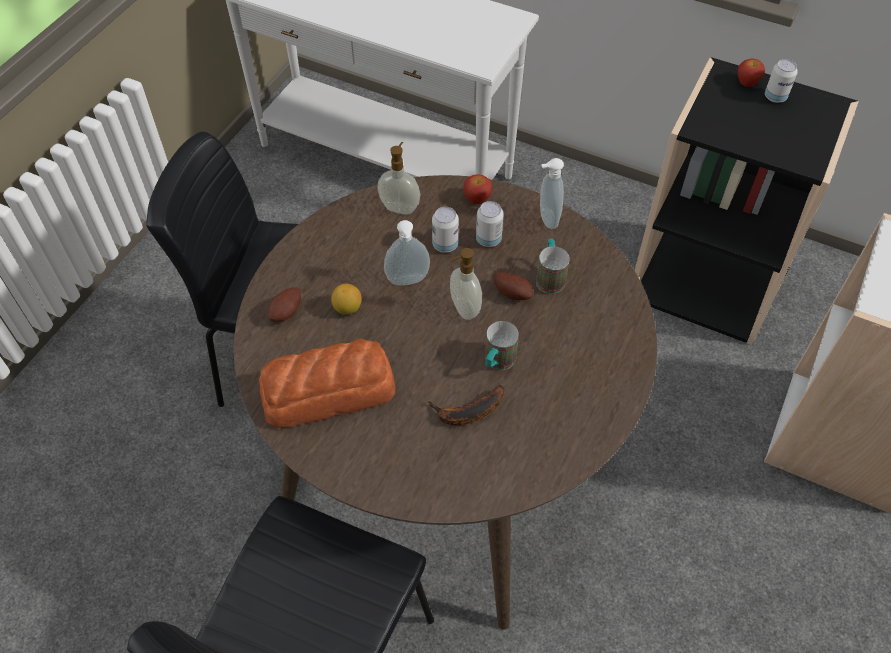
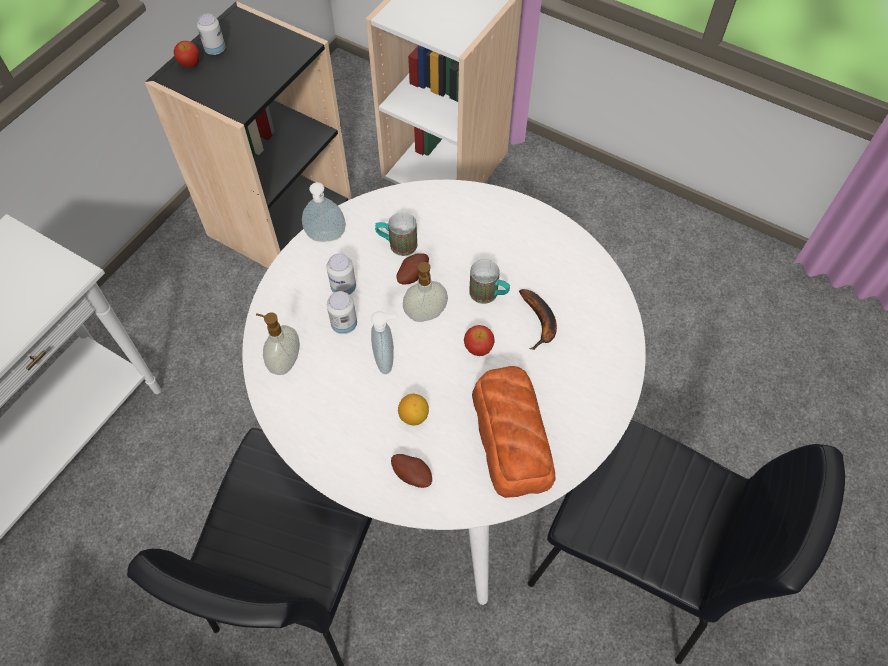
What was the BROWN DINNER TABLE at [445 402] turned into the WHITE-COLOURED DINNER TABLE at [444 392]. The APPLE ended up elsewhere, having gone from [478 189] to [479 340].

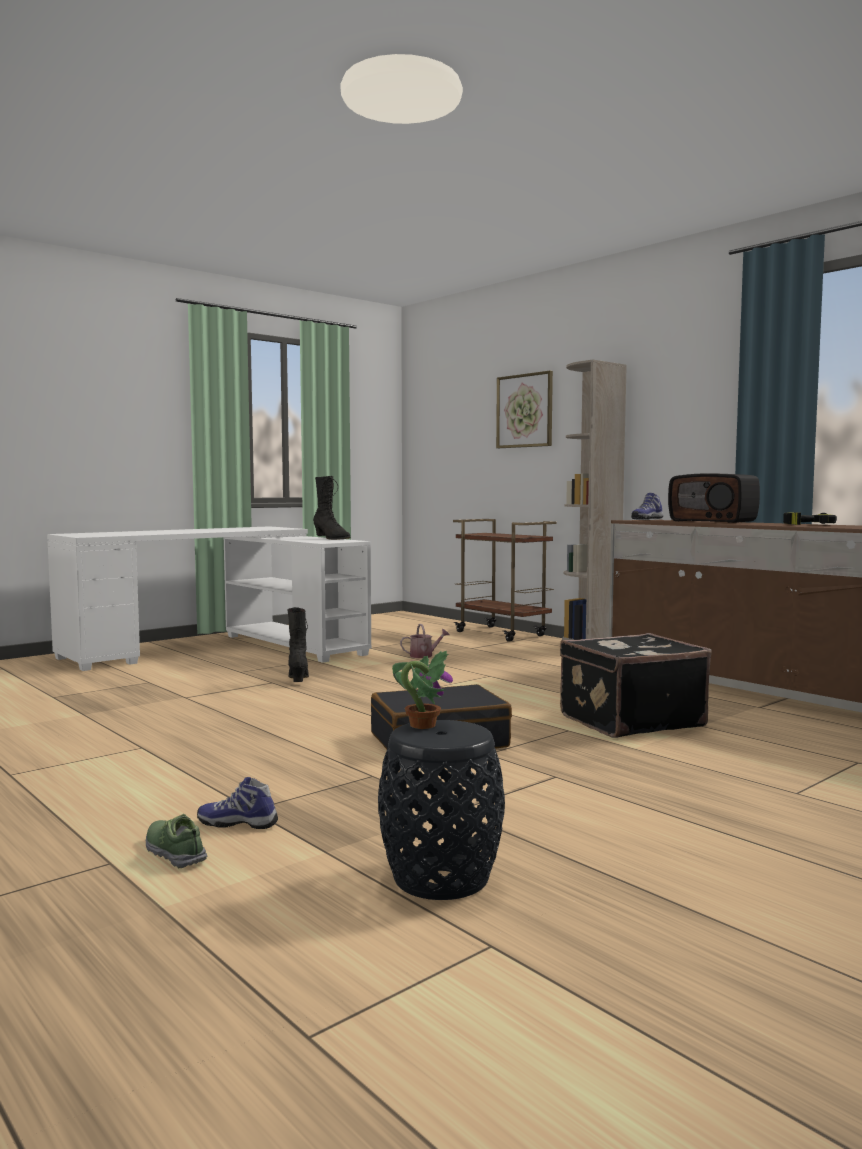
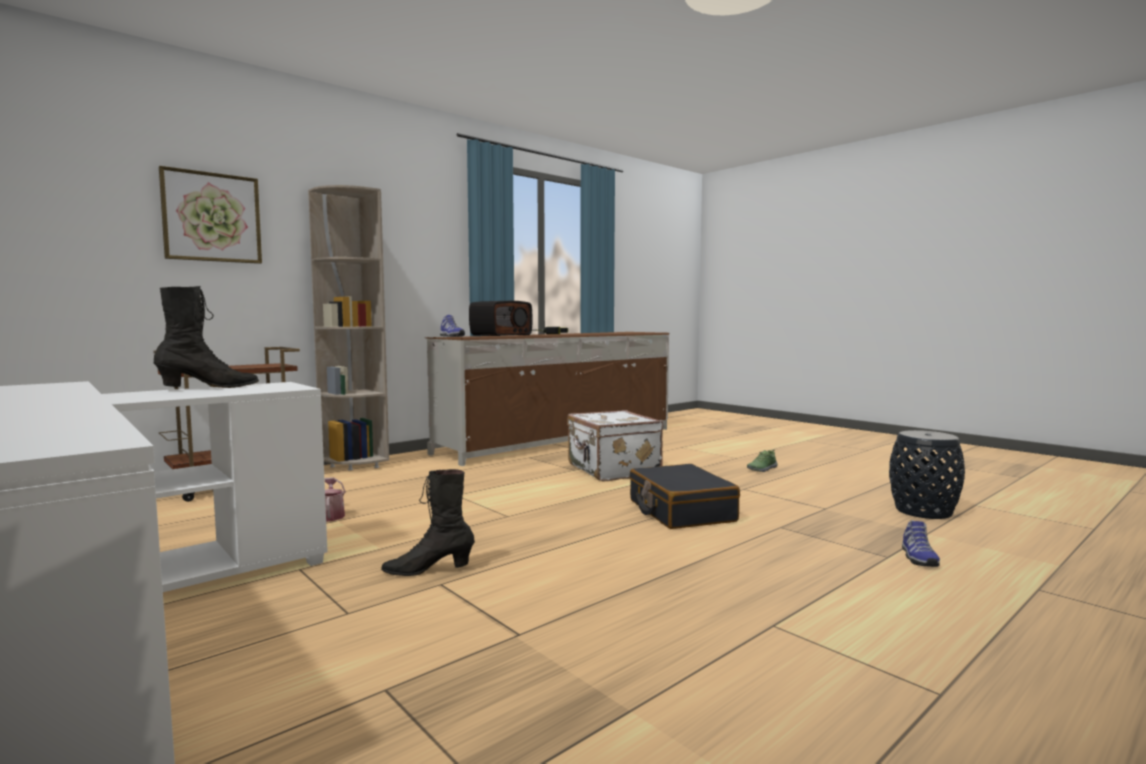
What was the BLACK-COLOURED TRAVEL CASE at [636 685] turned into the WHITE-COLOURED TRAVEL CASE at [615 445]. The ITEM OF FOOTWEAR ended up elsewhere, having gone from [177 841] to [762 461]. The second view lost the HOUSEPLANT at [422 690].

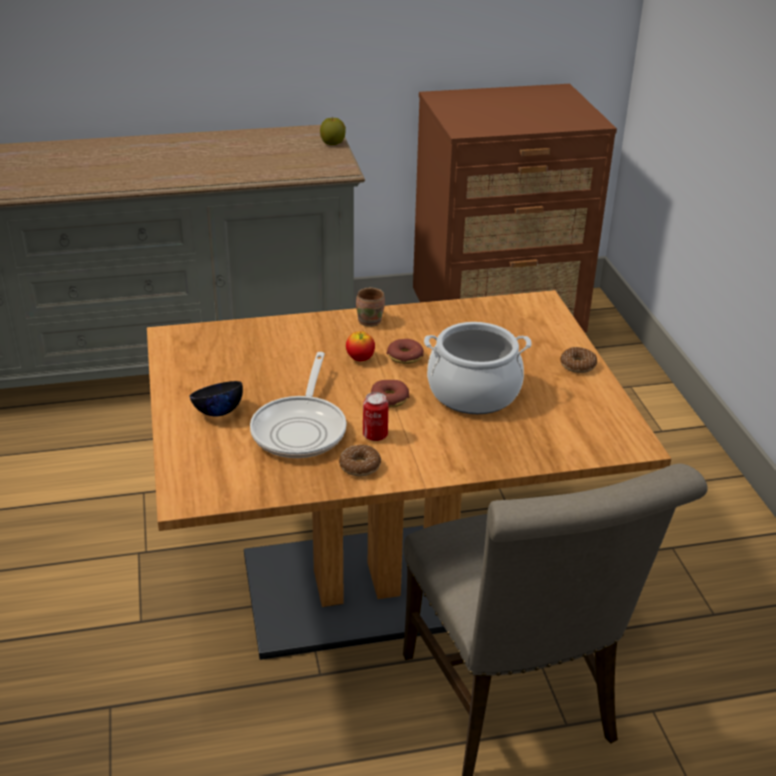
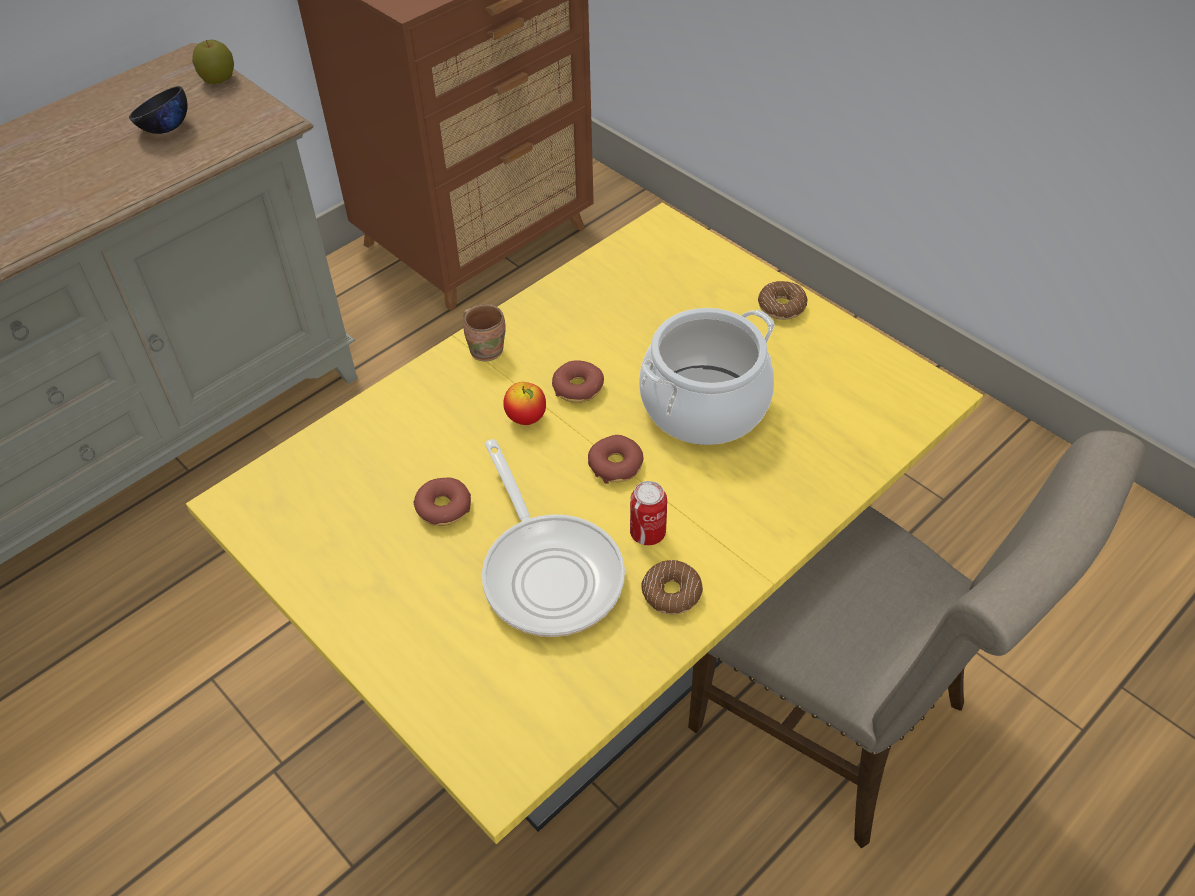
The BLACK-COLOURED SERVING BOWL ended up elsewhere, having gone from [216 398] to [158 110]. What was the BROWN DINNER TABLE at [409 475] turned into the YELLOW-COLOURED DINNER TABLE at [584 523]. The second view gained the DOUGHNUT at [442 502].

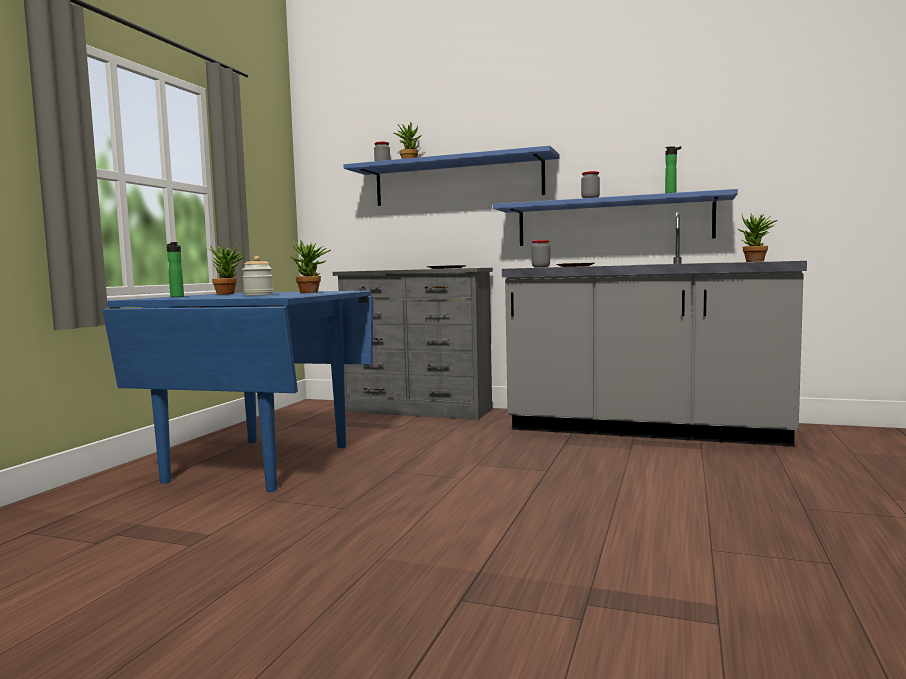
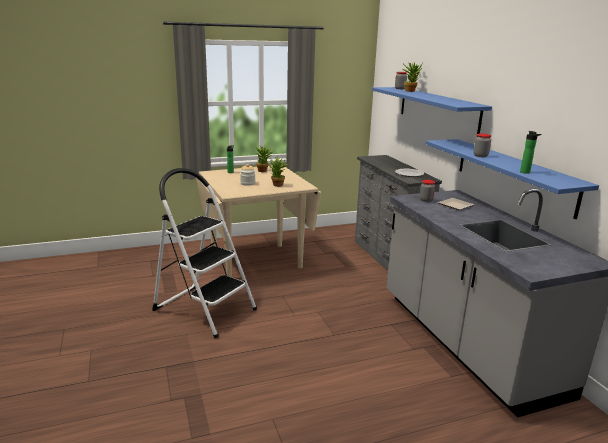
The second view gained the STEPLADDER at [204 253]. What was the BLUE-COLOURED DINNER TABLE at [237 391] turned into the BEIGE-COLOURED DINNER TABLE at [258 221]. The second view lost the HOUSEPLANT at [757 238].

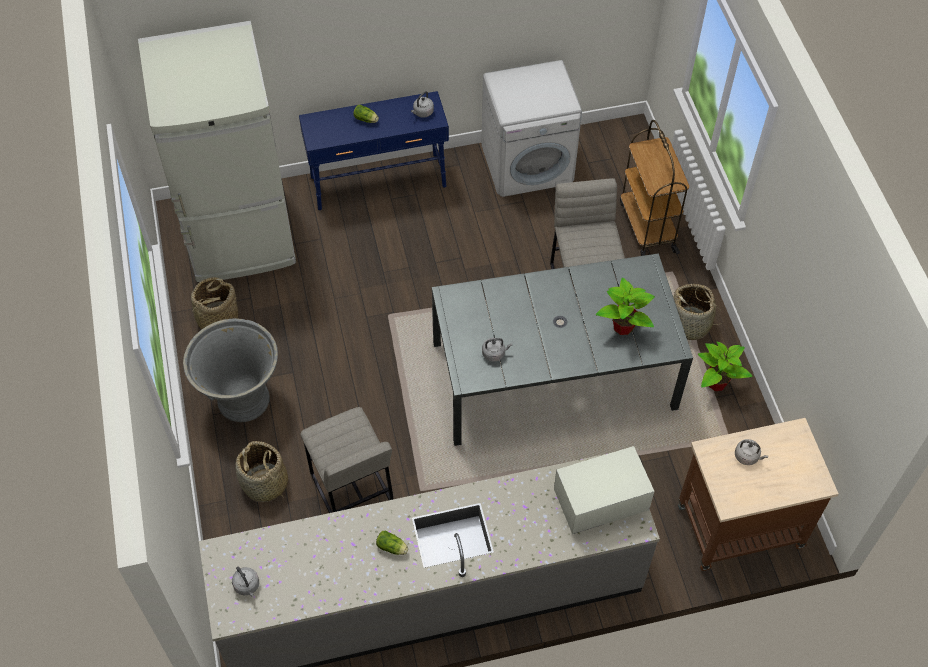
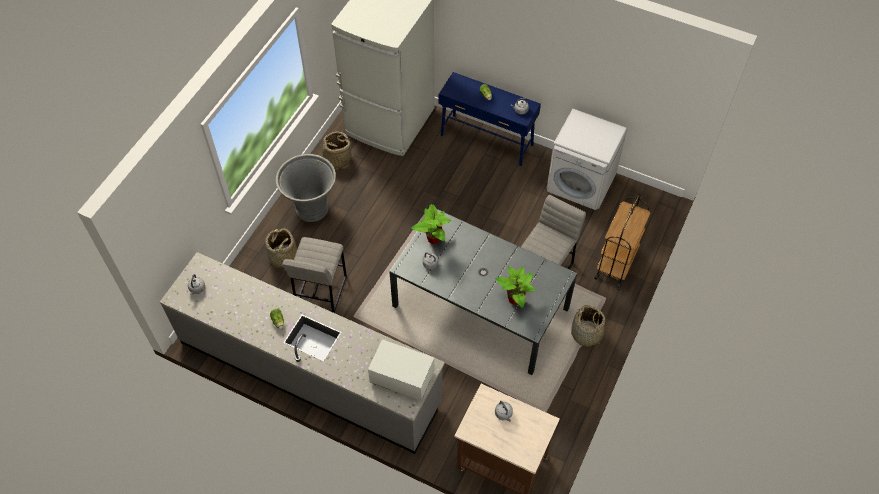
The HOUSEPLANT ended up elsewhere, having gone from [725 366] to [431 224].

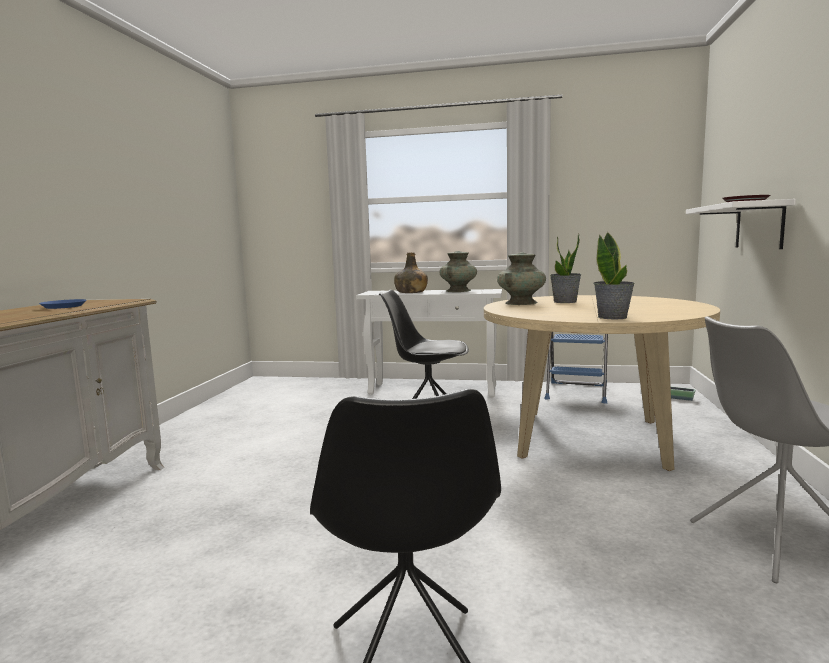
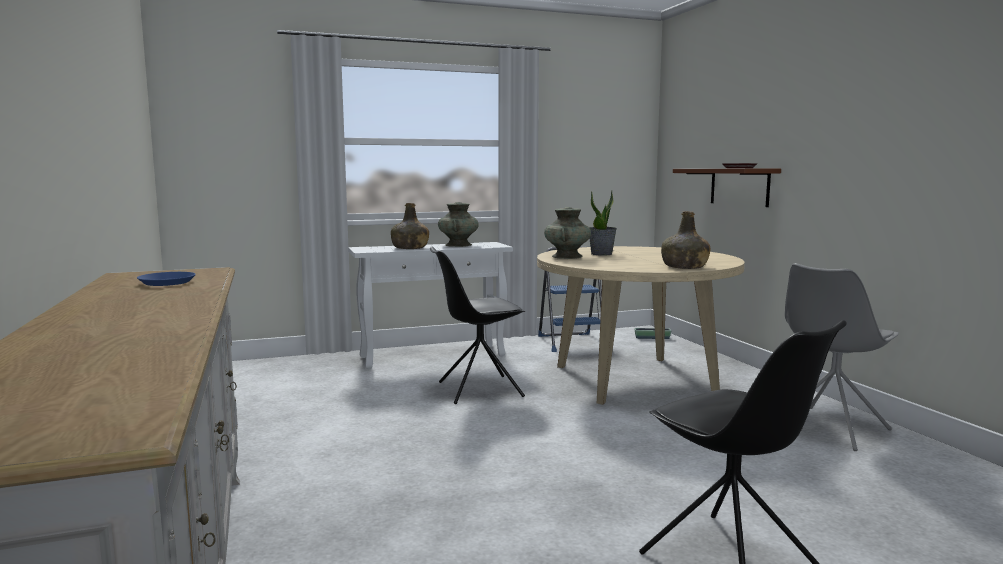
Where the HOUSEPLANT stood at [614 275], the GREENISH BOTTLE came to stand at [686 240]. What was the WHITE-COLOURED BRACKET SHELF at [741 224] turned into the BROWN BRACKET SHELF at [727 188].

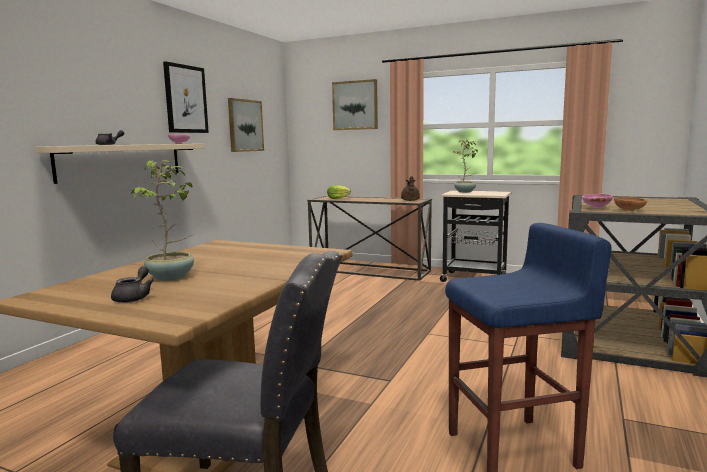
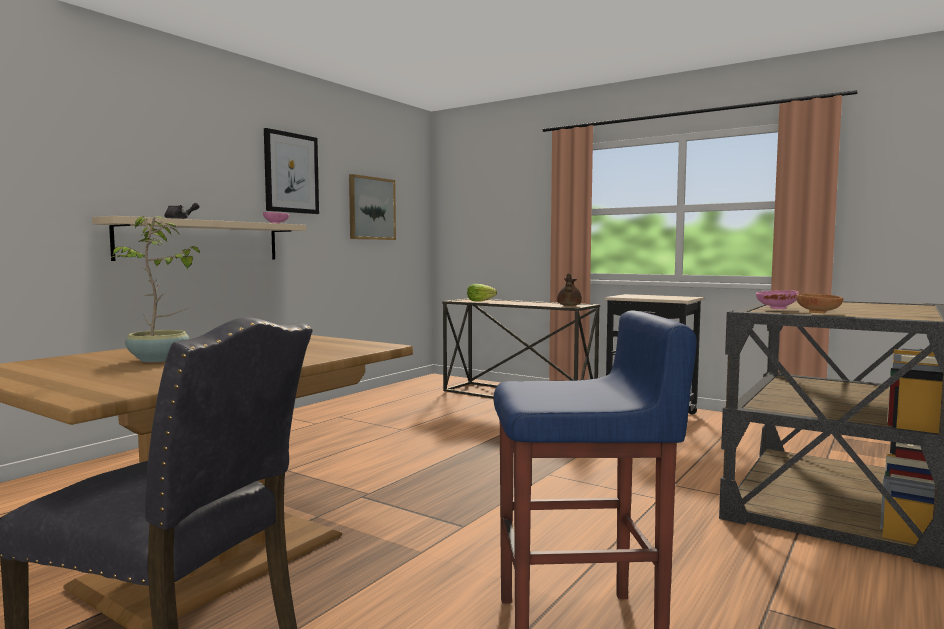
The second view lost the GRAY TEA POT at [132 284]. The second view lost the WALL PICTURE at [355 104]. The second view lost the HOUSEPLANT at [465 166].

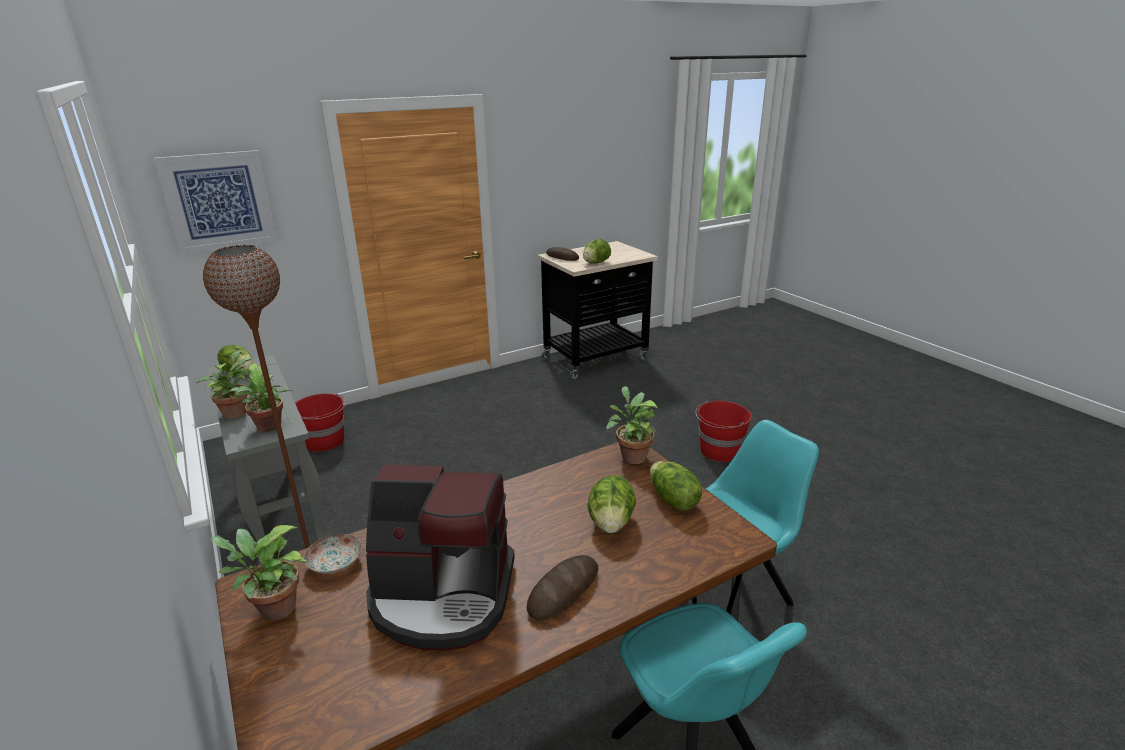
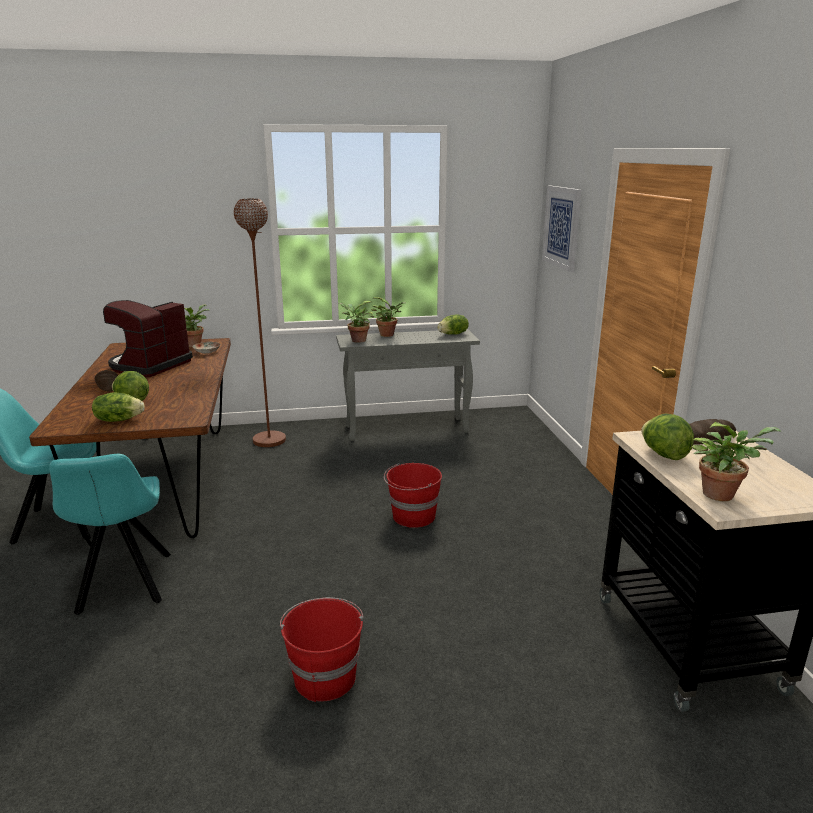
The RED BUCKET ended up elsewhere, having gone from [320 422] to [413 495]. The HOUSEPLANT ended up elsewhere, having gone from [632 425] to [736 461].

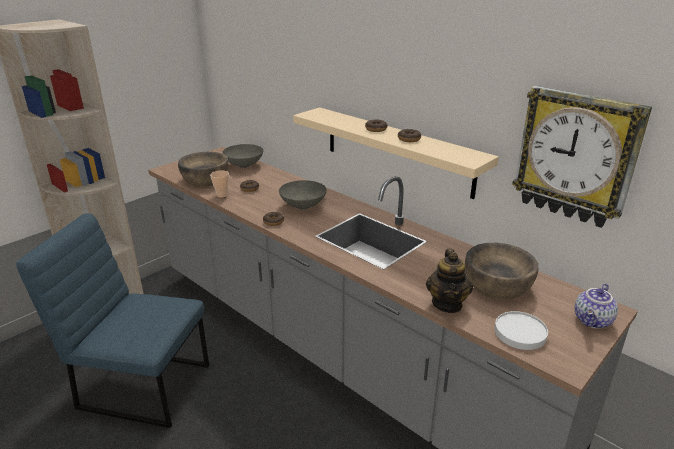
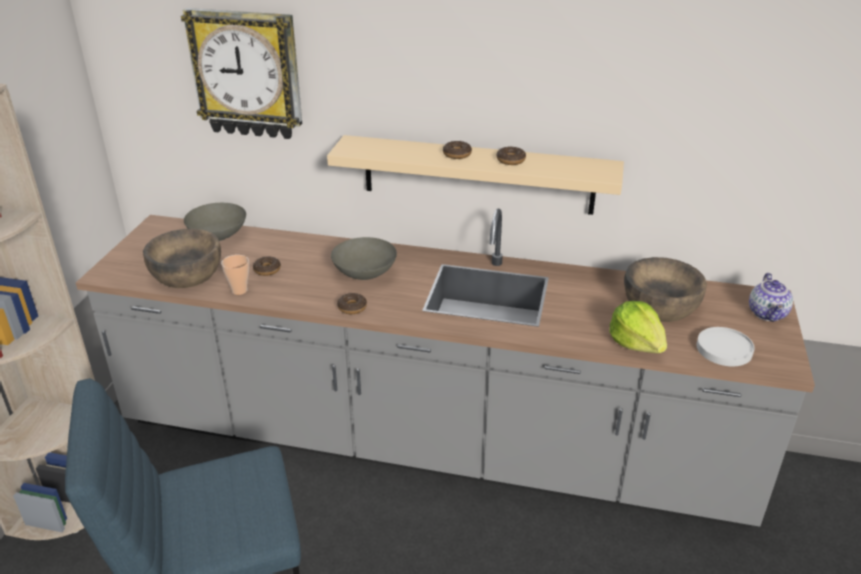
The WALL CLOCK ended up elsewhere, having gone from [582 157] to [241 73]. Where the TEA POT stood at [449 281], the LETTUCE HEAD came to stand at [638 327].

